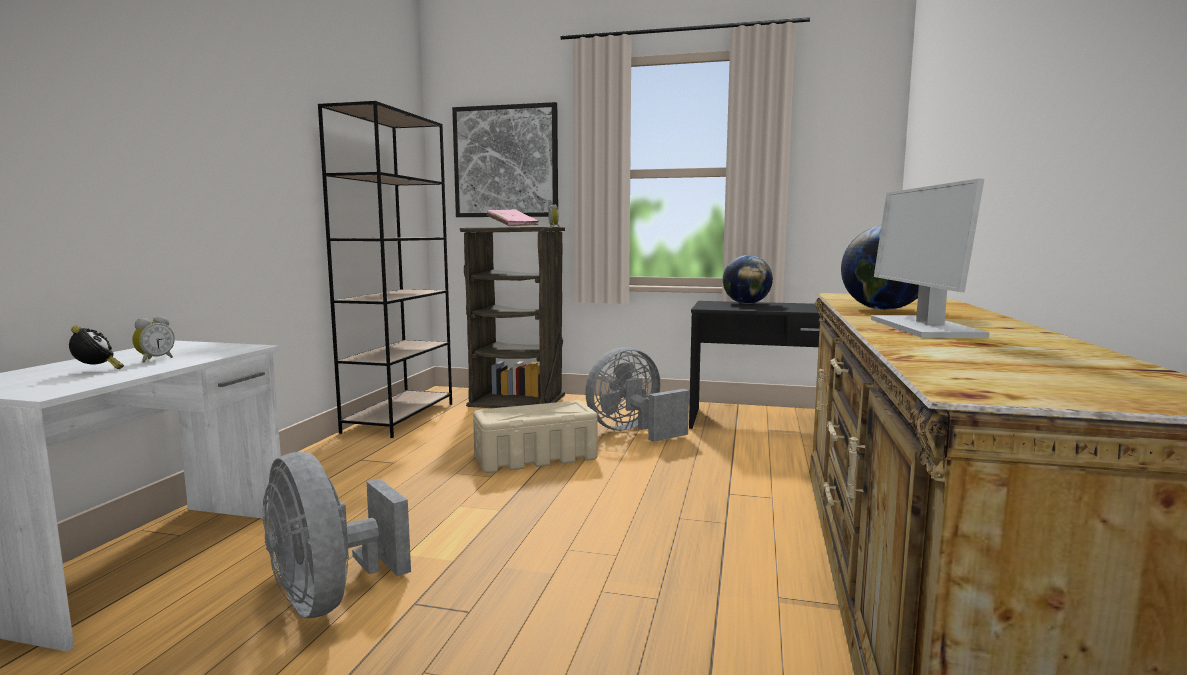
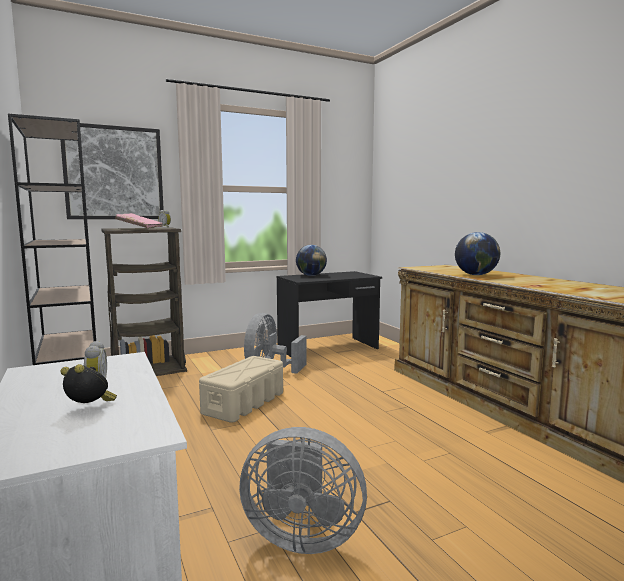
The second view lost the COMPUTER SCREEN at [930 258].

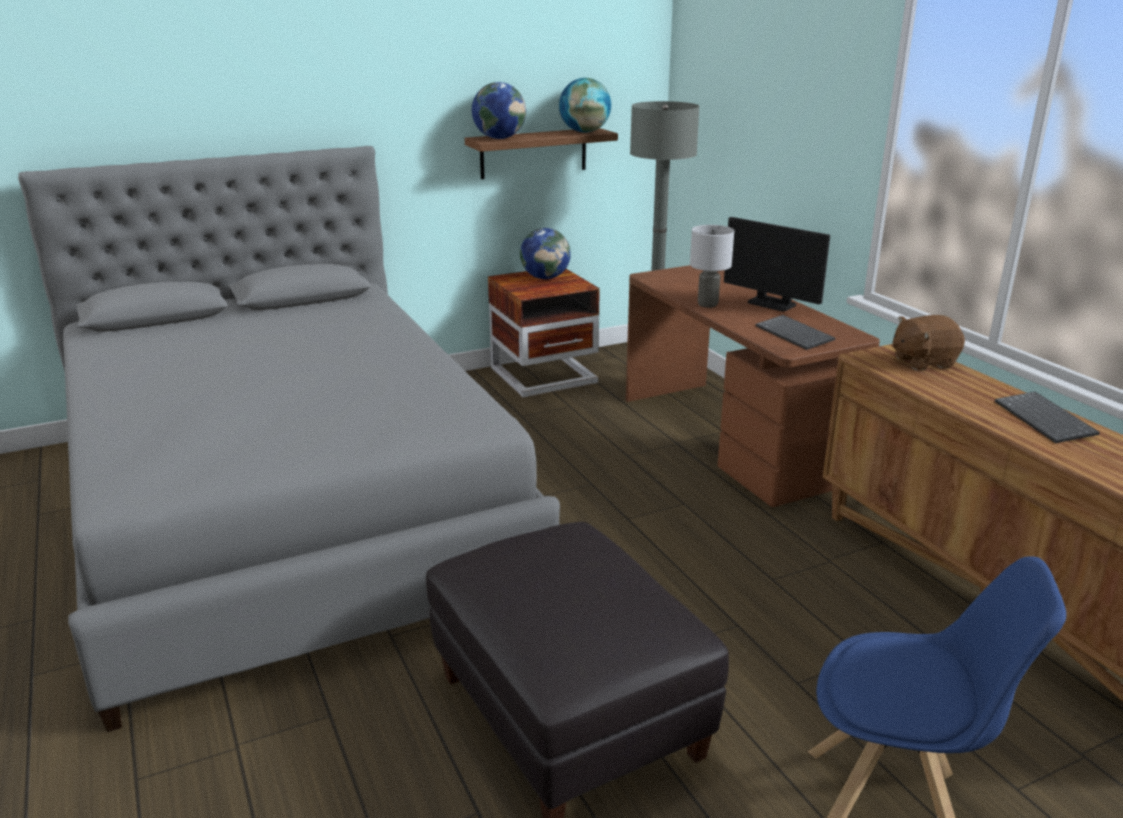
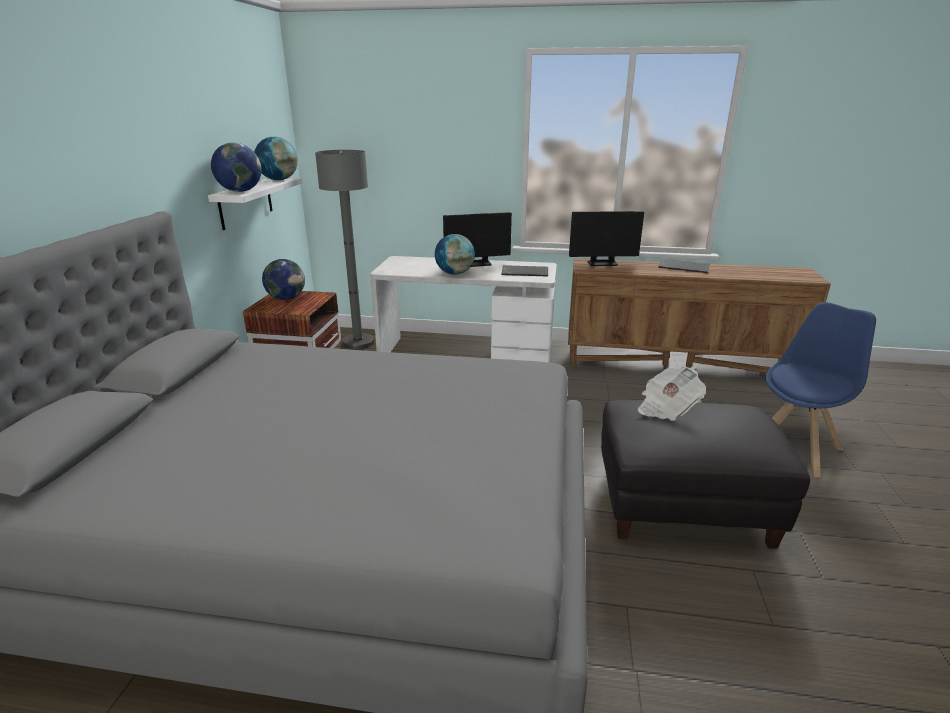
What was the BROWN BRACKET SHELF at [541 153] turned into the WHITE-COLOURED BRACKET SHELF at [255 204]. What was the BROWN DESK at [753 386] turned into the WHITE-COLOURED DESK at [463 309]. Where the WHITE-COLOURED TABLE LAMP stood at [712 266], the GLOBE came to stand at [455 254]. Where the BROWN PLUSH TOY stood at [928 342], the COMPUTER SCREEN came to stand at [606 238]. The second view gained the DAILY PAPER at [672 394].

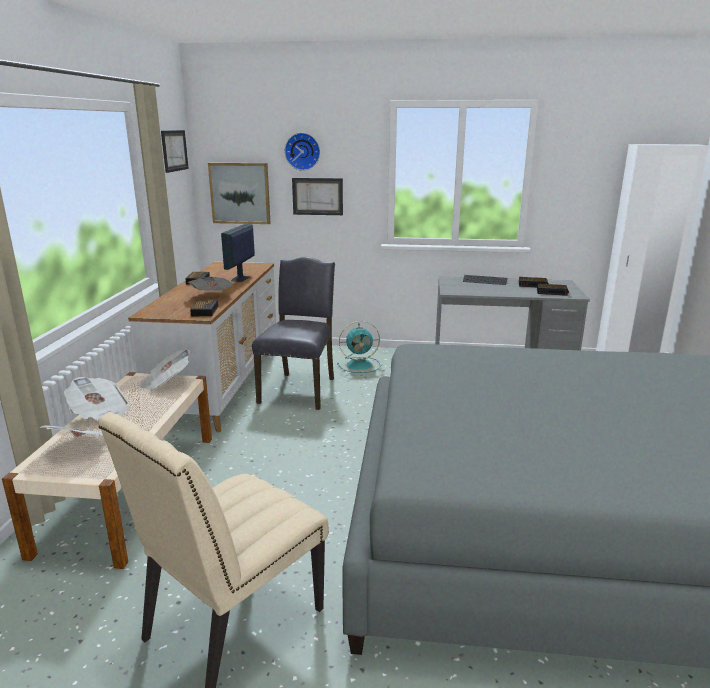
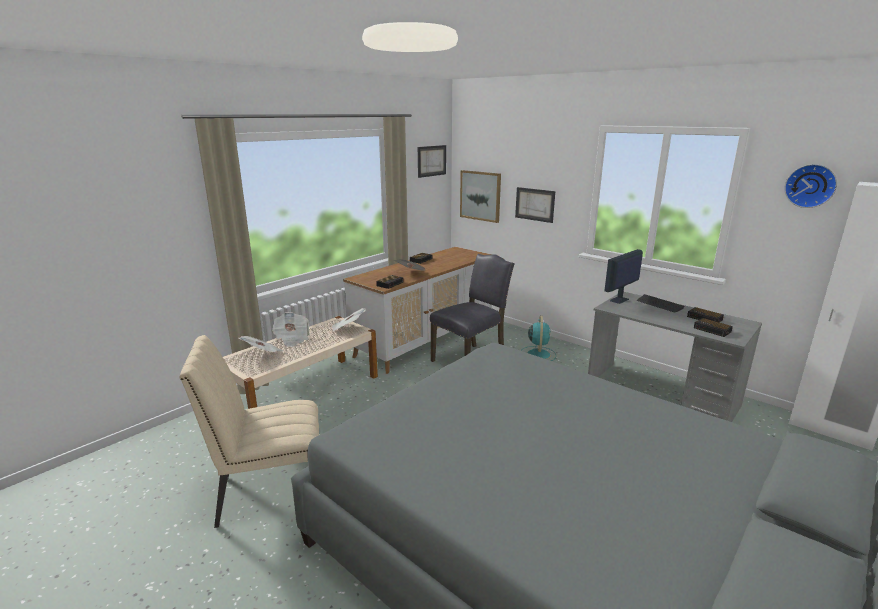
The TURQUOISE FAN at [358 347] ended up facing another way, 105 degrees counterclockwise from before. The COMPUTER SCREEN ended up elsewhere, having gone from [238 252] to [623 276]. The WALL CLOCK ended up elsewhere, having gone from [302 152] to [810 186].

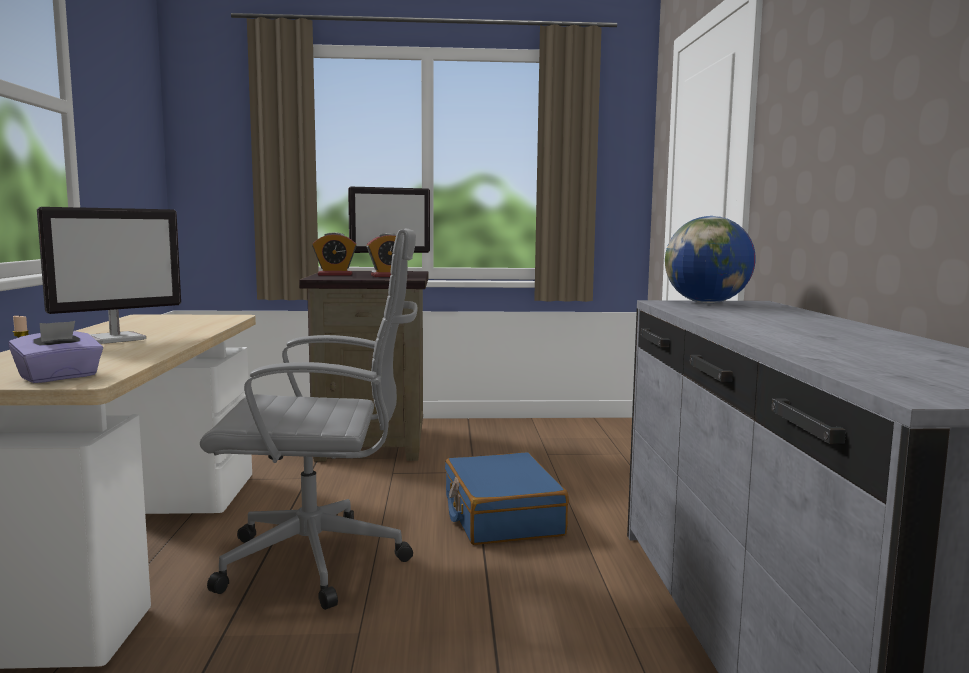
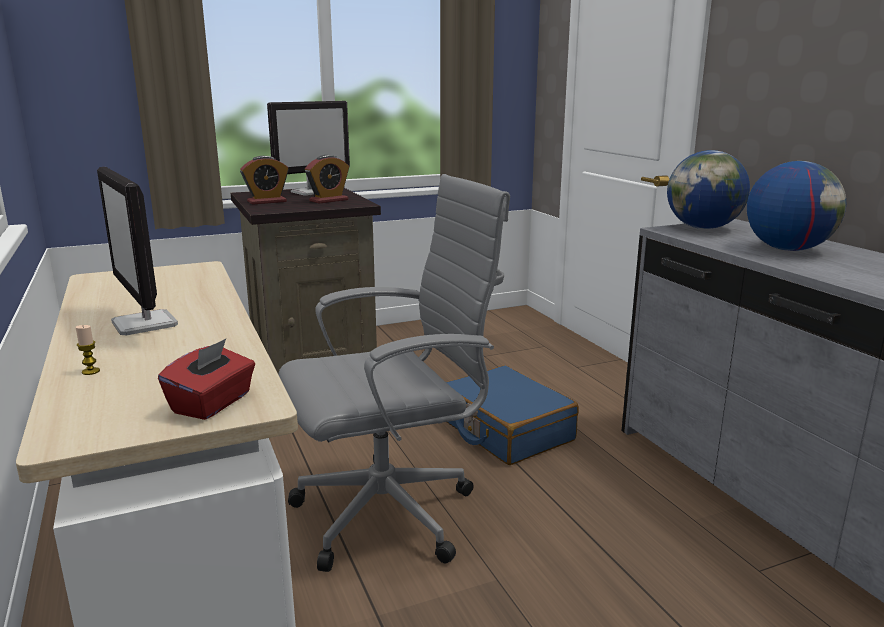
The COMPUTER SCREEN at [109 275] ended up facing another way, 120 degrees clockwise from before. What was the PURPLE TISSUE HOLDER at [55 352] turned into the RED TISSUE HOLDER at [206 379]. The second view gained the GLOBE at [796 206].

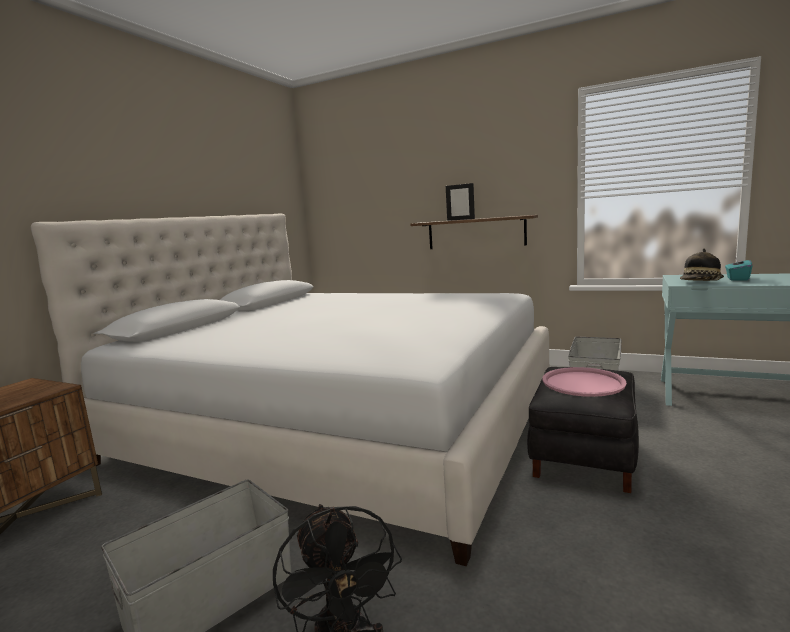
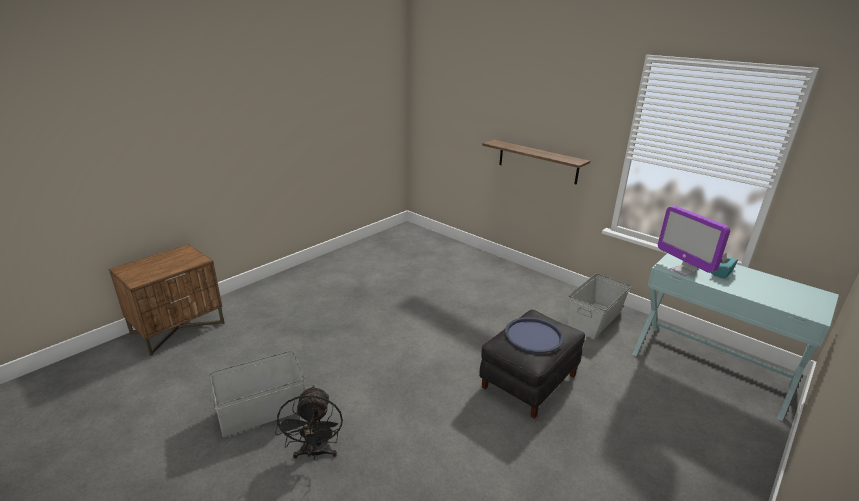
What was the PINK-COLOURED TRAY at [584 382] turned into the BLUE-COLOURED TRAY at [534 335]. Where the CLOTHING HAT stood at [702 264], the COMPUTER SCREEN came to stand at [694 241]. The second view lost the WHITE-COLOURED BED at [290 389]. The second view lost the PHOTO FRAME at [460 202].

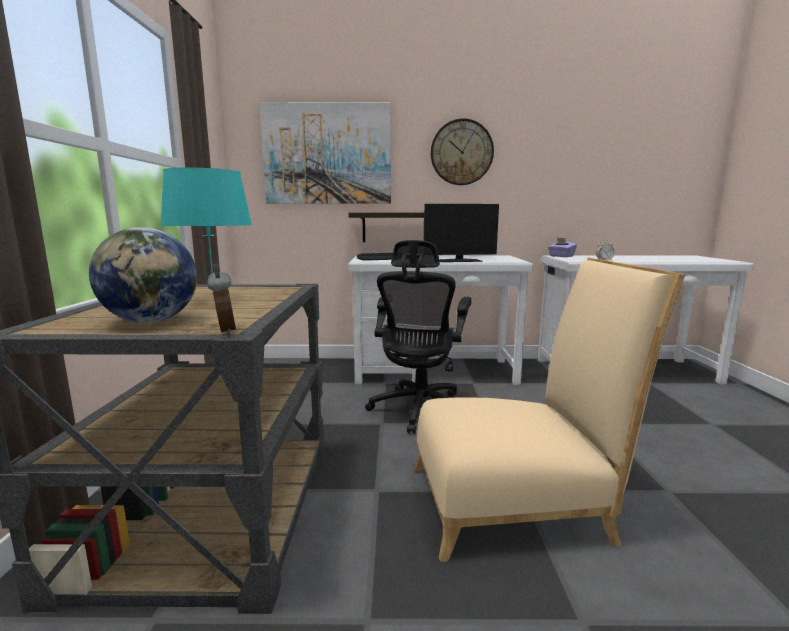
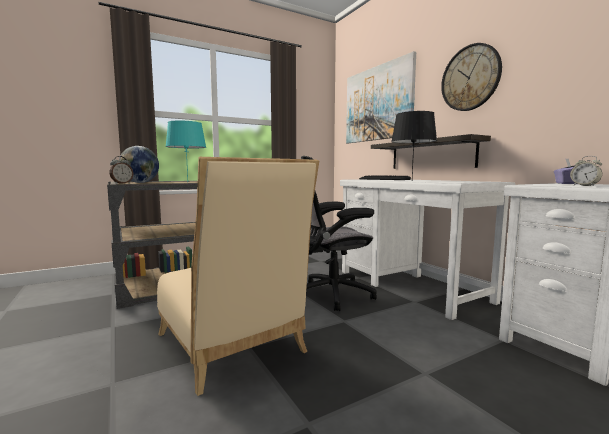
Where the COMPUTER SCREEN stood at [461 233], the BLACK-COLOURED TABLE LAMP came to stand at [414 144].

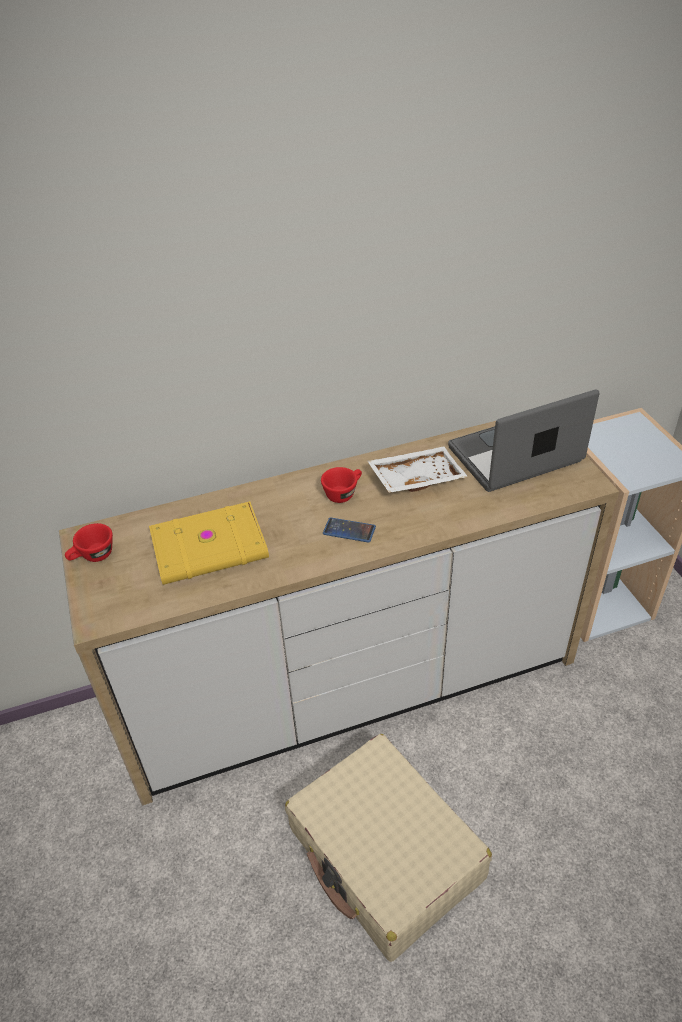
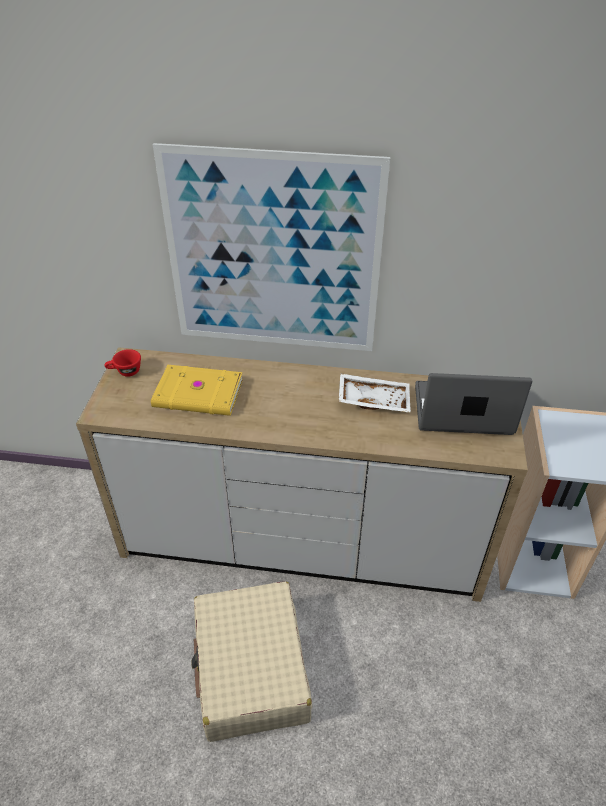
The second view gained the WALL PICTURE at [271 247]. The second view lost the RED CUP at [341 485]. The second view lost the TELEPHONE at [349 530].

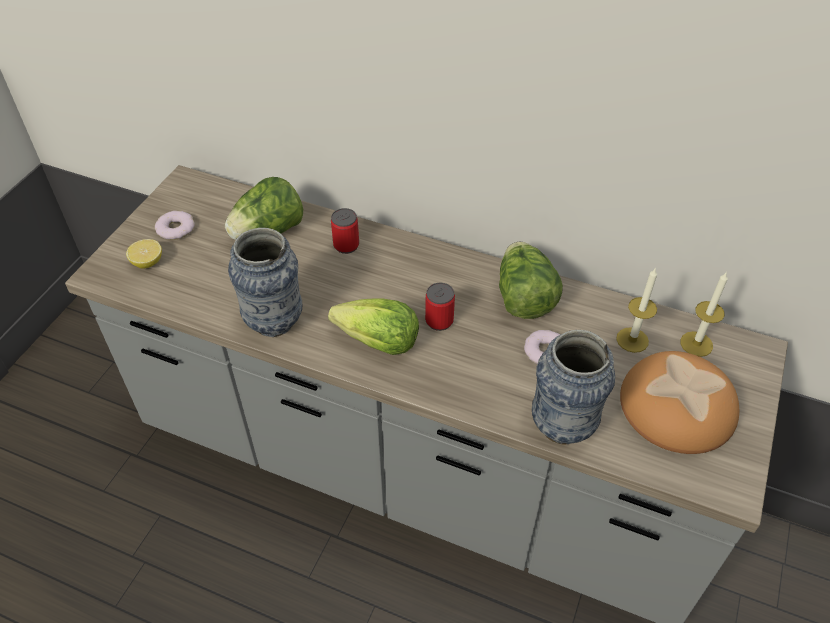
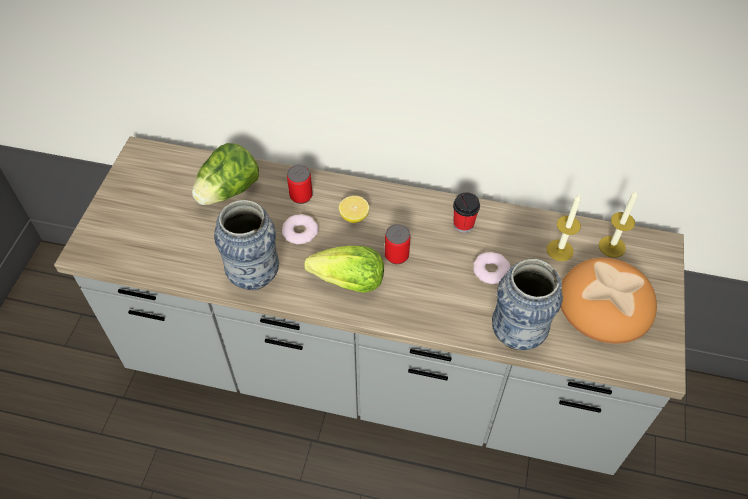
The DOUGHNUT ended up elsewhere, having gone from [175 225] to [300 229]. The WHOLE LEMON ended up elsewhere, having gone from [144 254] to [354 209]. Where the LETTUCE HEAD stood at [531 280], the CUP came to stand at [466 212].

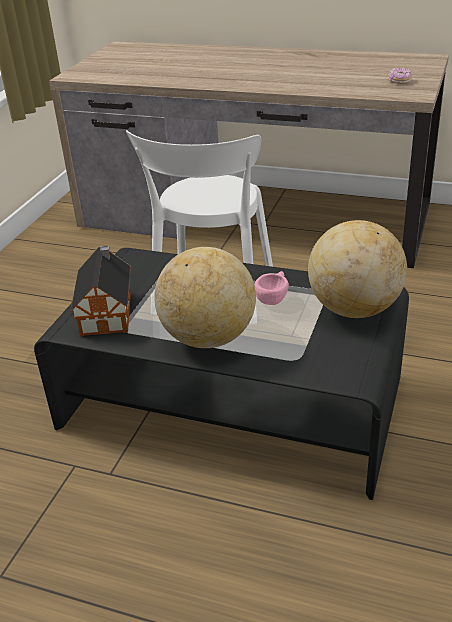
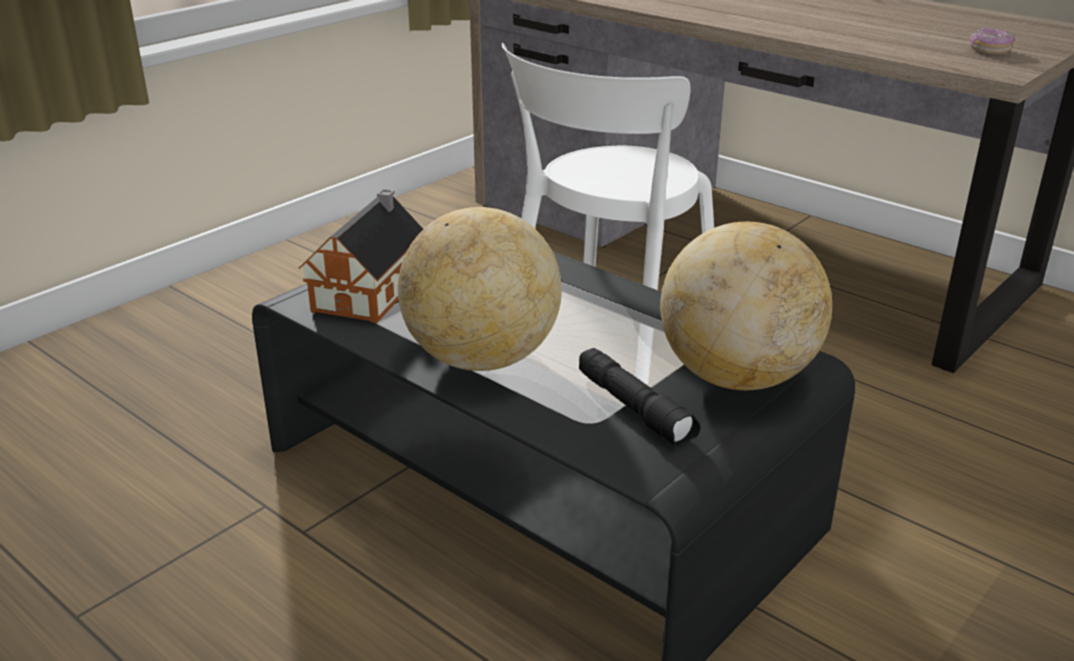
The second view gained the BLACK-COLOURED HAND TORCH at [640 397]. The second view lost the PINK-COLOURED CUP at [271 288].

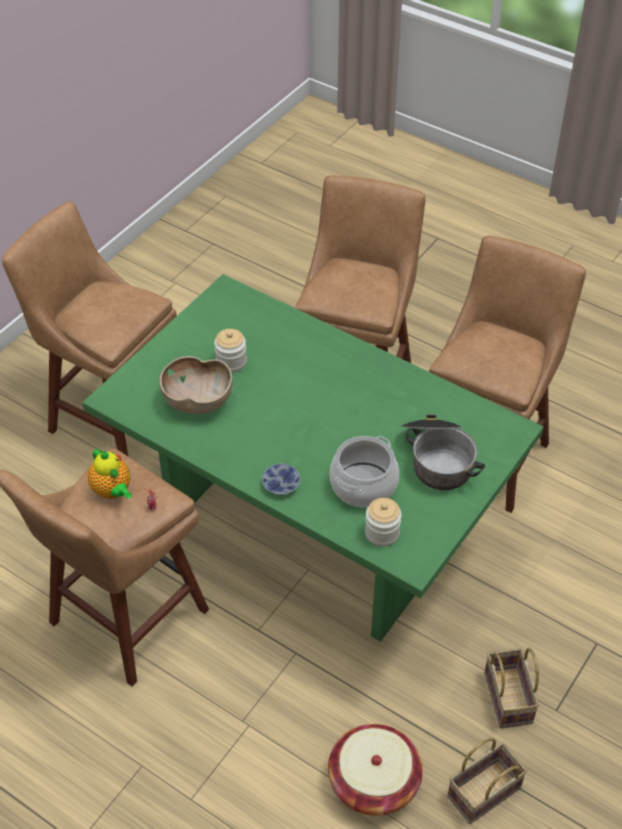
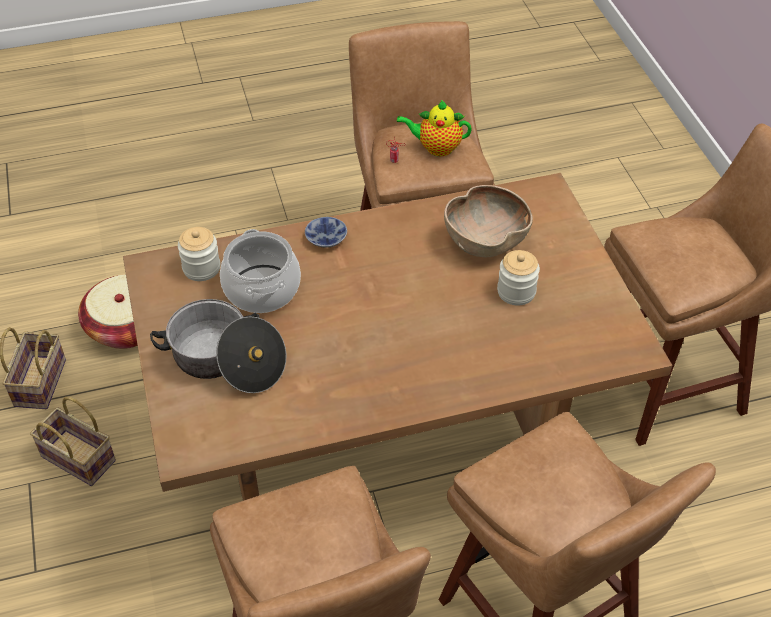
What was the GREENISH DINNER TABLE at [313 458] turned into the BROWN DINNER TABLE at [397 337].

